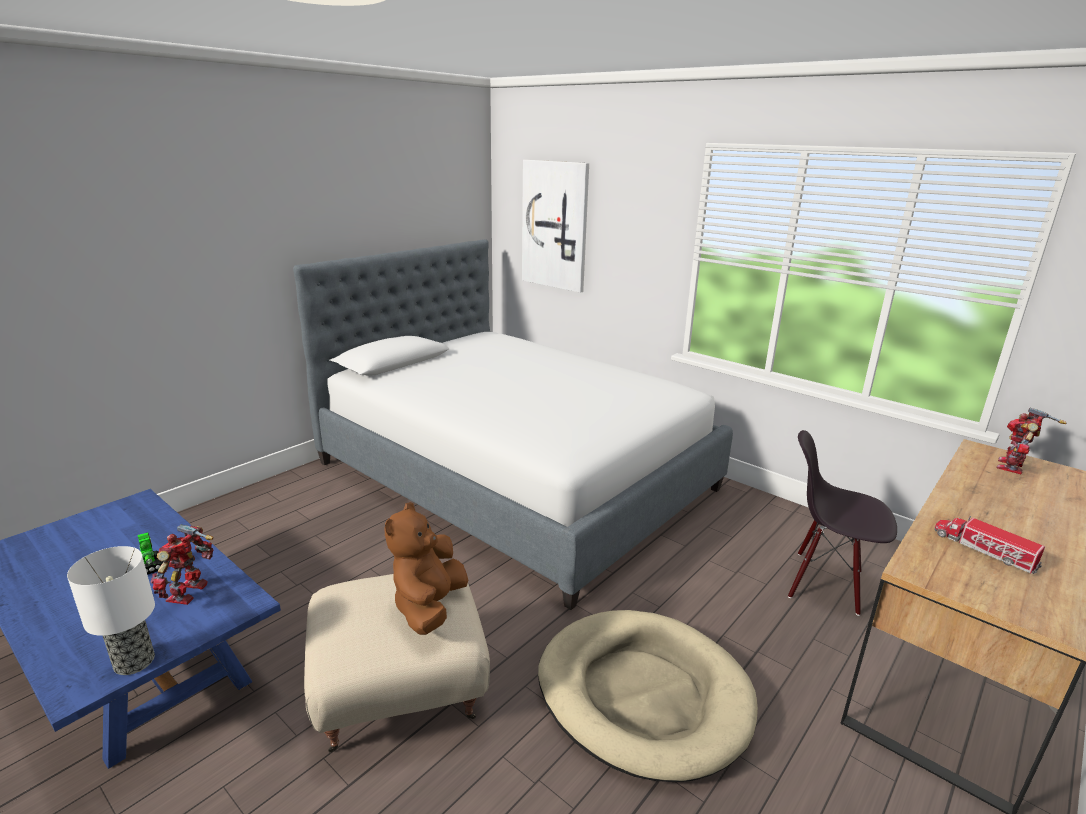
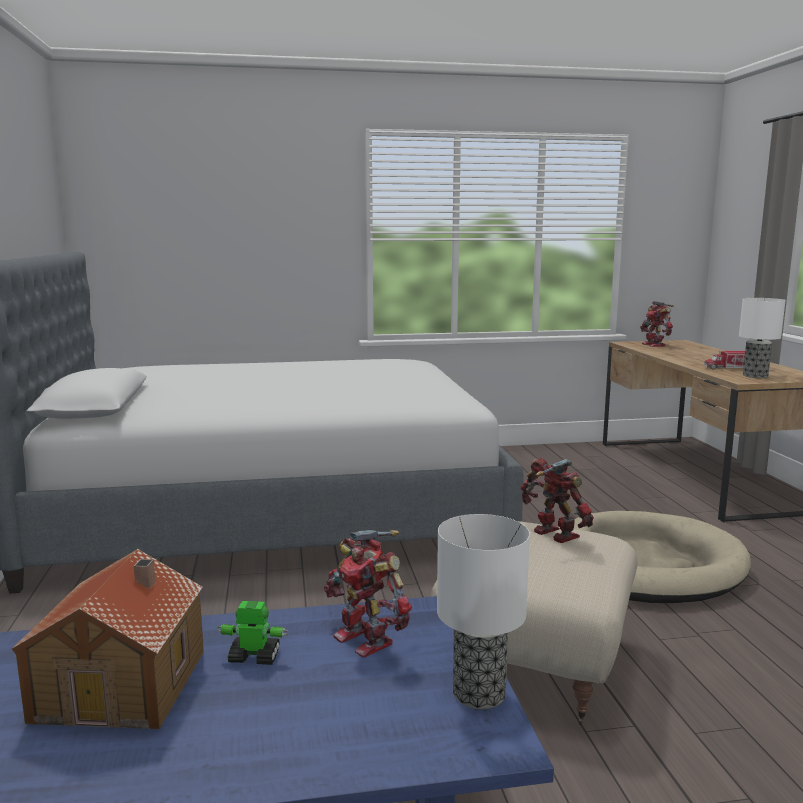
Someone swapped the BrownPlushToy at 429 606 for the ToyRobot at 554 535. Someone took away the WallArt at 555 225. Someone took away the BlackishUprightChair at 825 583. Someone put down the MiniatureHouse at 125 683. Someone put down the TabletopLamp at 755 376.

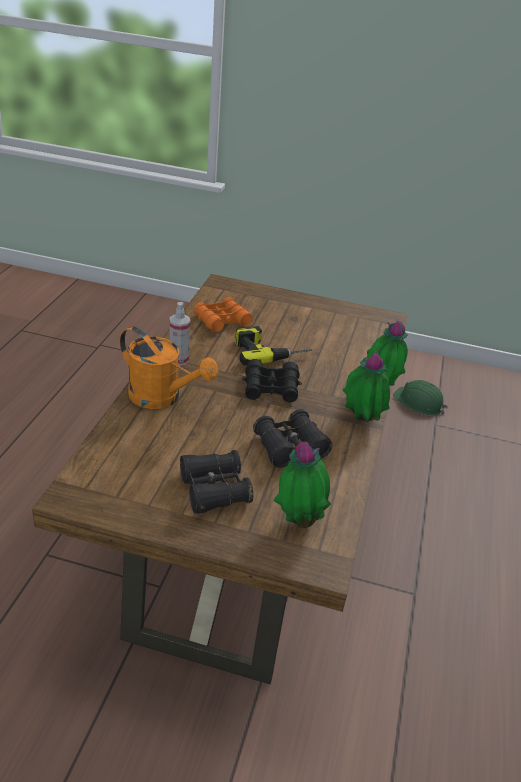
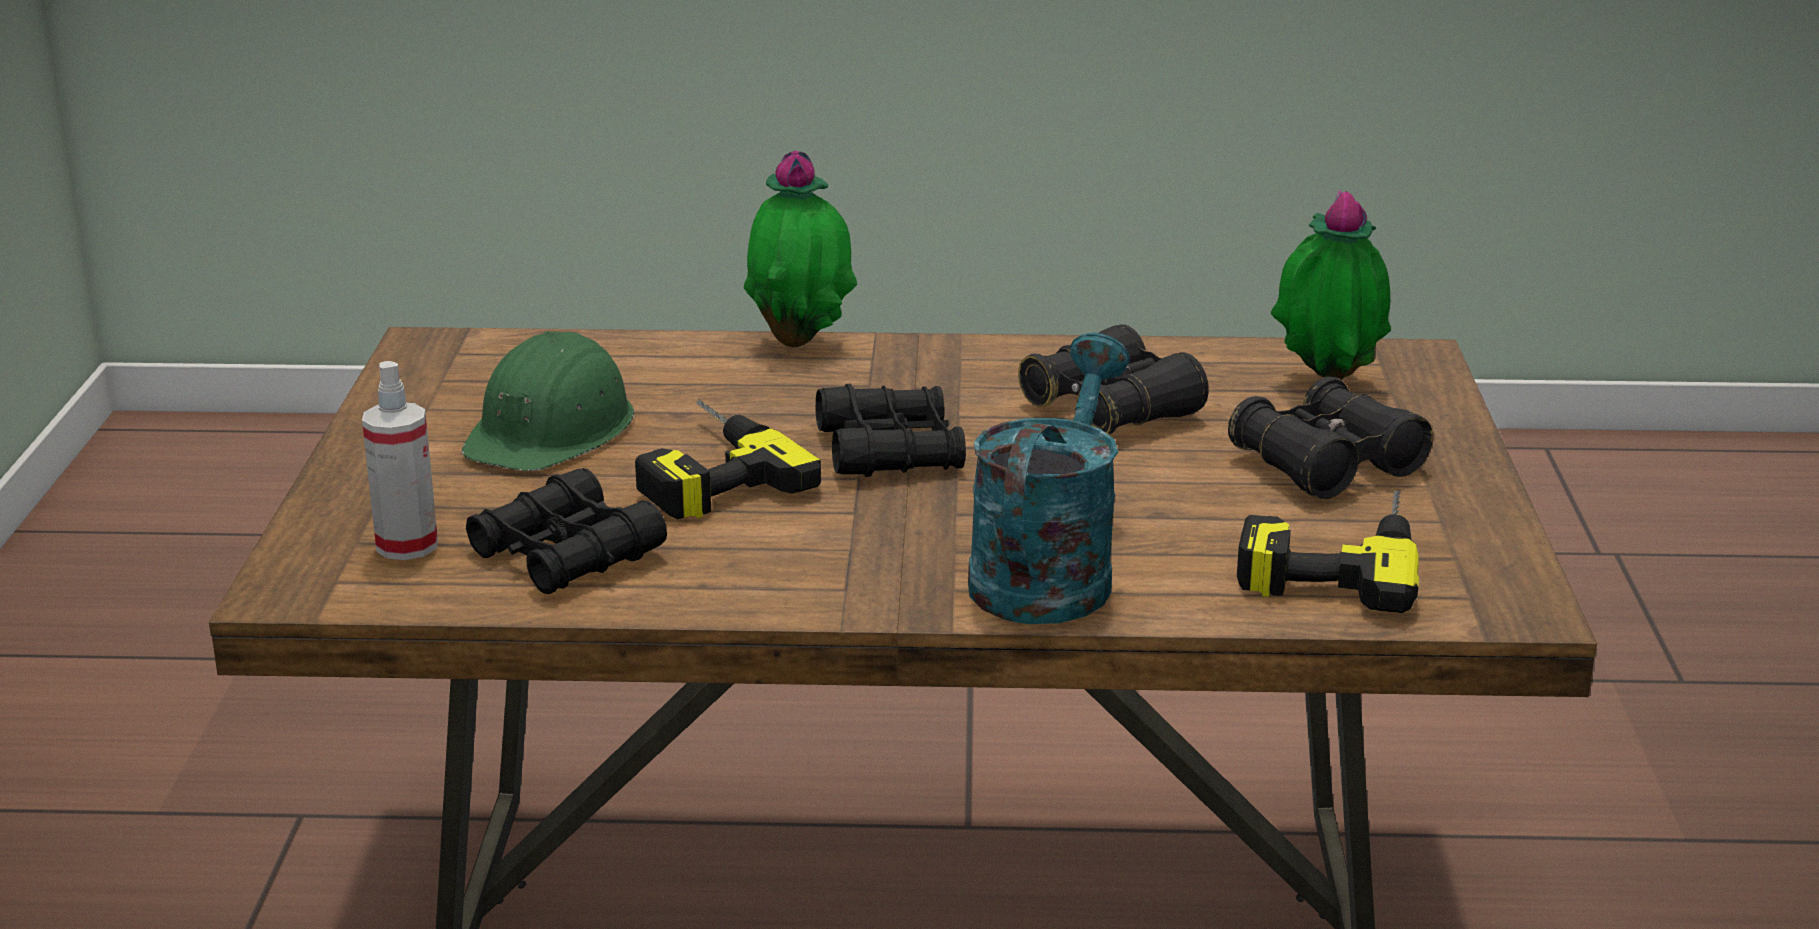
Someone repainted the OrangeyWateringCan at 162 398, which became the BlueGreenWateringCan at 1047 572. Someone carried the Sprayer from 178 360 to 407 545. Someone repainted the OrangeyPairOfBinoculars at 222 321, which became the BlackishPairOfBinoculars at 566 554. Someone took away the PlantInAPot at 360 421. Someone carried the GreenColouredWorkHelmet from 419 402 to 552 430. Someone put down the Drill at 1330 557.

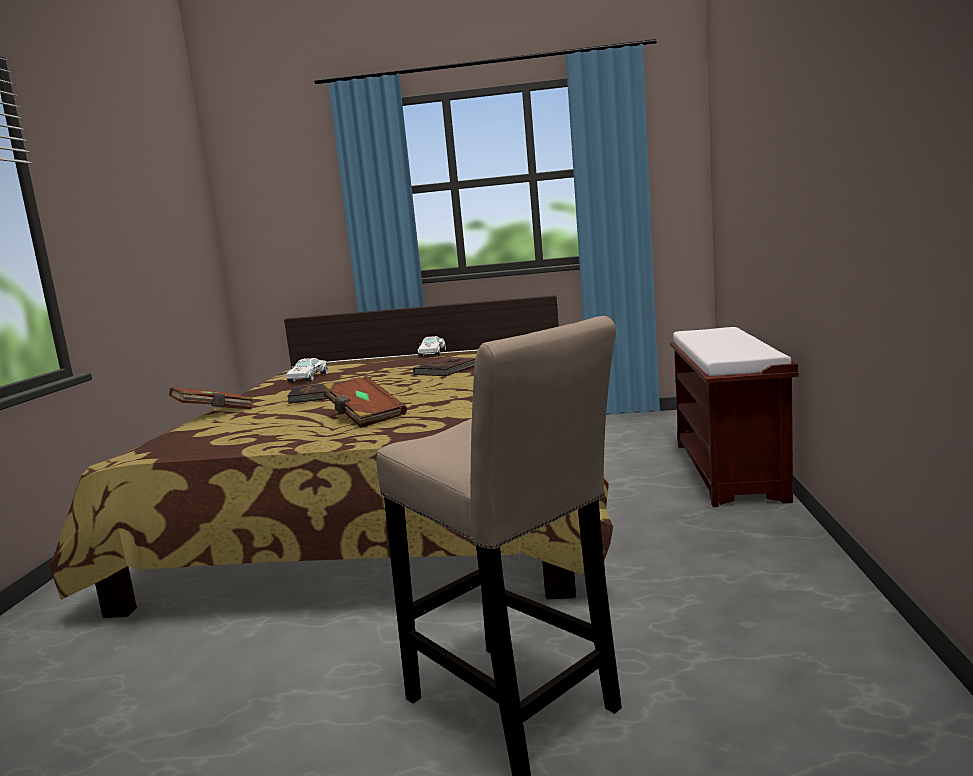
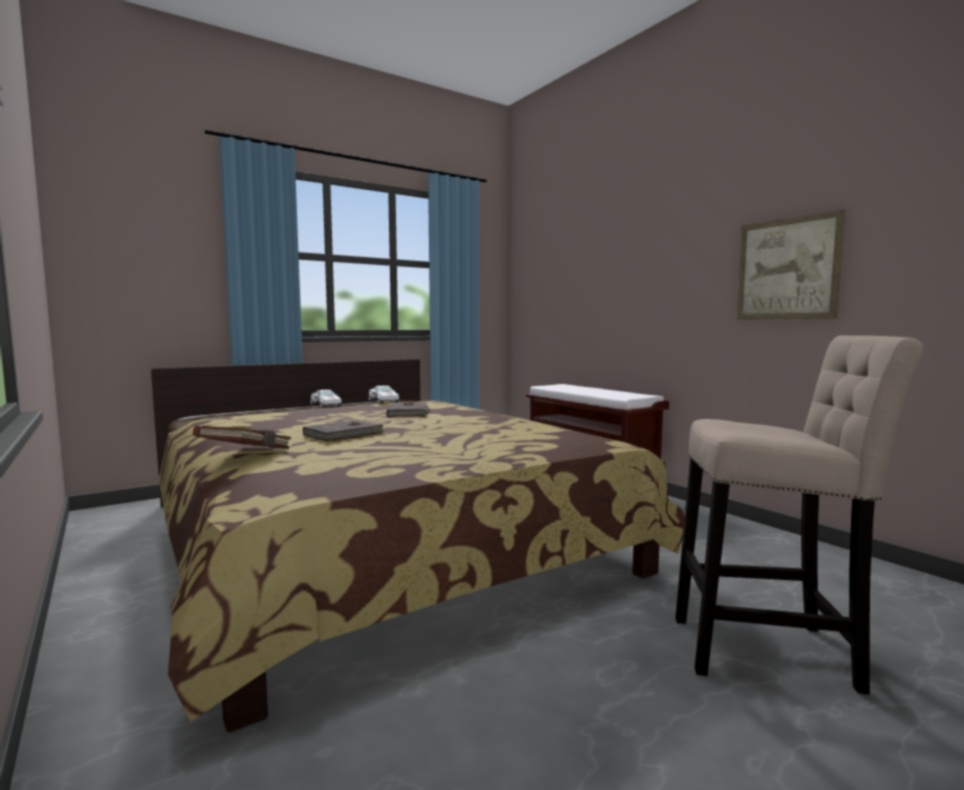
Someone carried the WhitishMiniatureCar from 308 377 to 383 401. Someone took away the BrownBook at 364 417. Someone put up the WallArt at 787 269.

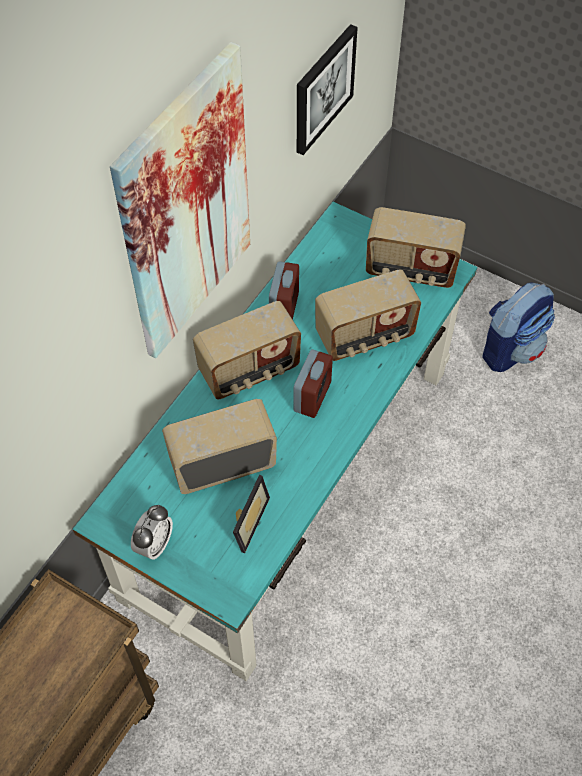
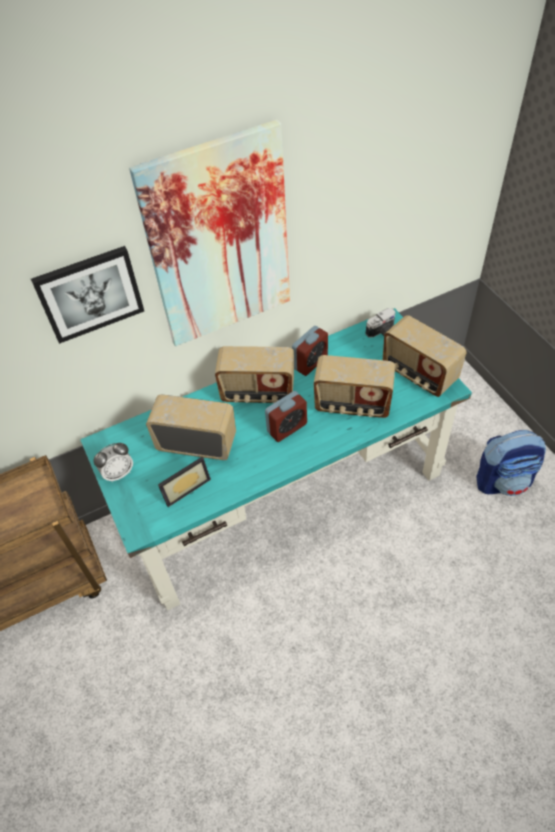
Someone carried the WallArt from 323 89 to 89 293. Someone put down the StillCamera at 382 332.

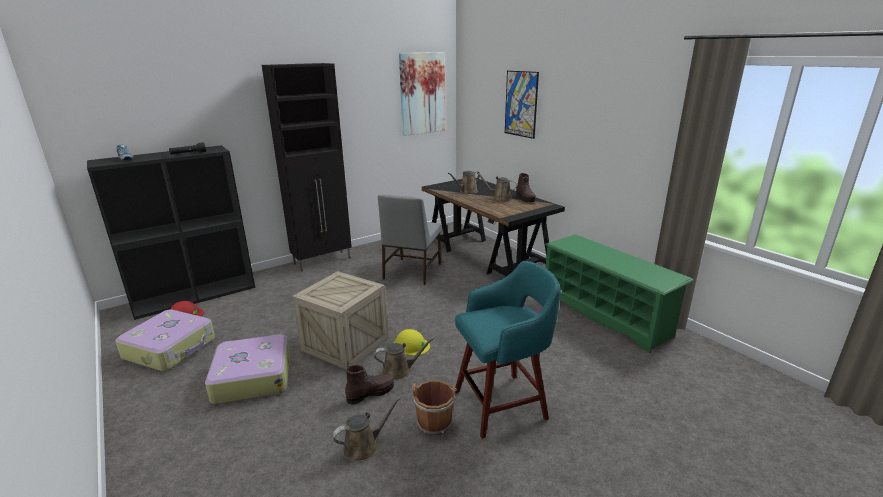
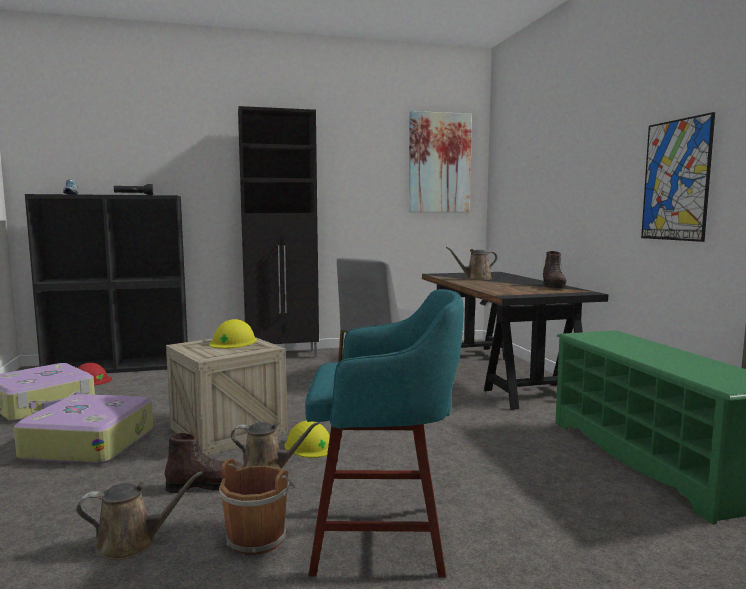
Someone took away the BrownWateringCan at 500 199. Someone carried the WallArt from 521 104 to 676 180. Someone put down the YellowishWorkHelmet at 233 342.

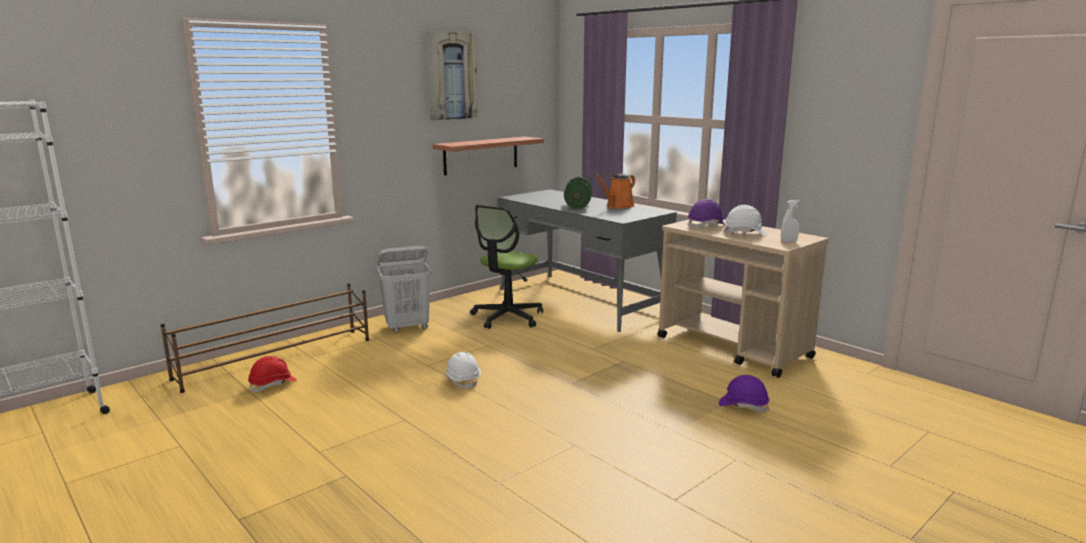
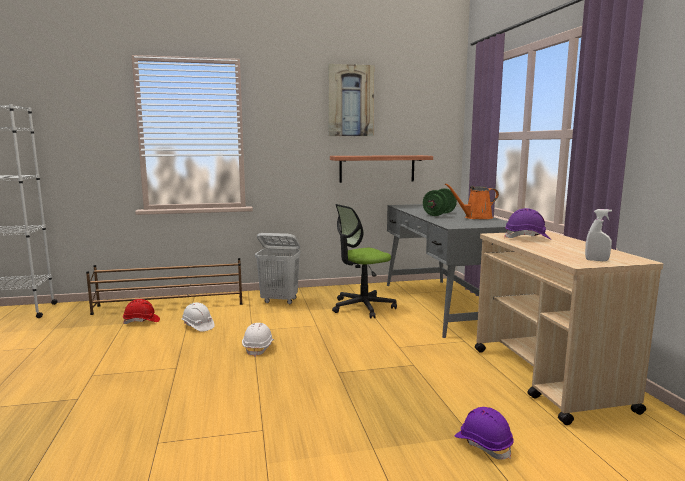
Someone carried the WhitishWorkHelmet from 745 233 to 198 326.

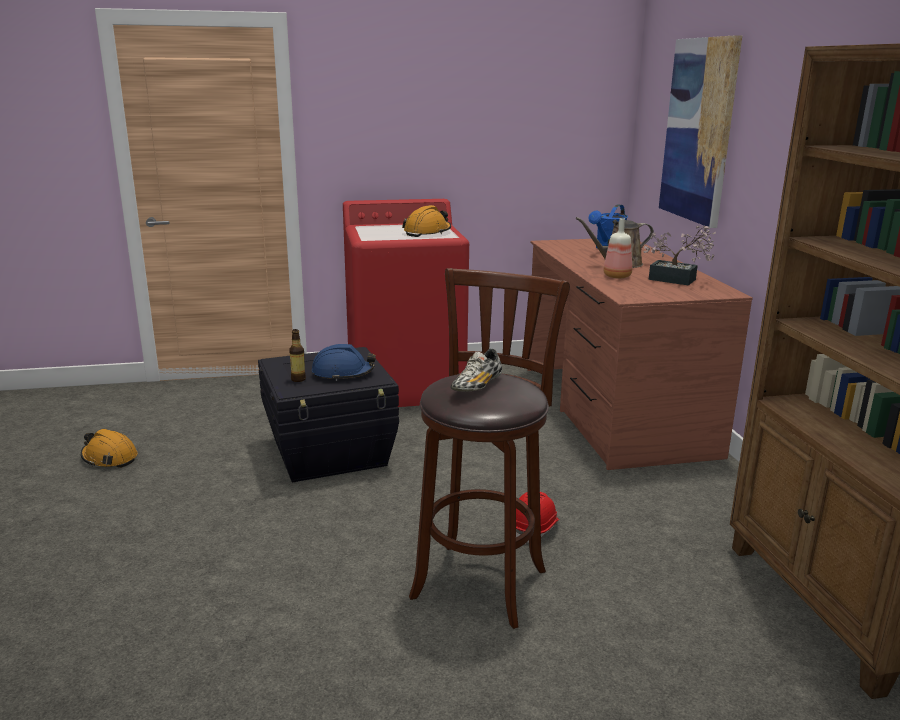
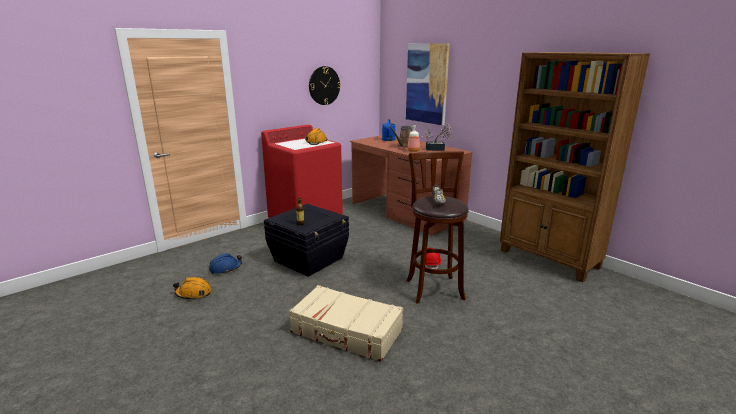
Someone carried the BluishWorkHelmet from 343 373 to 225 268. Someone put down the SandColouredTravelCase at 346 332. Someone put up the WallClock at 324 85.

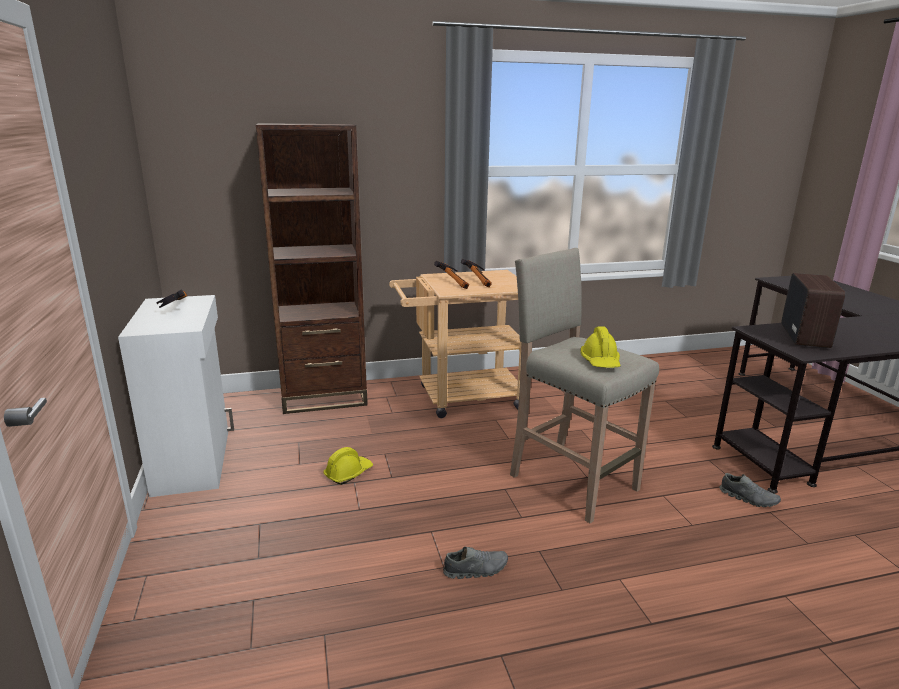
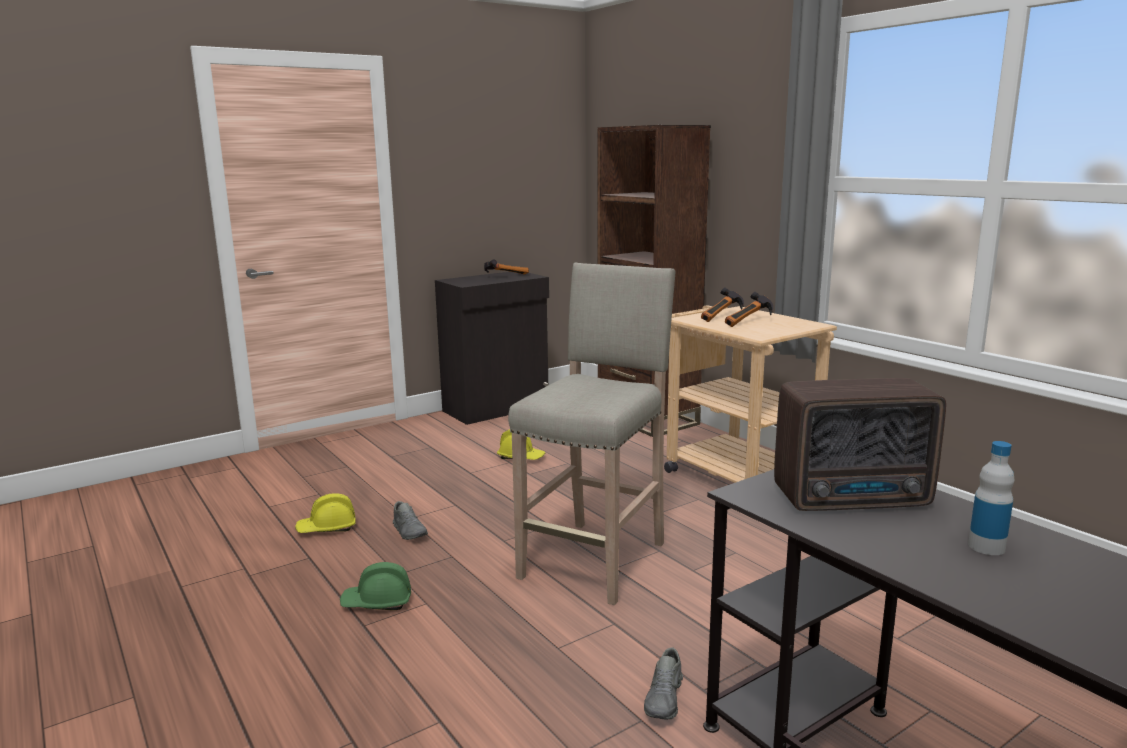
Someone repainted the WhitishCabinet at 194 460, which became the BlackishCabinet at 497 408. Someone carried the YellowishWorkHelmet from 600 362 to 327 528. Someone put down the GreenColouredWorkHelmet at 377 602. Someone put down the DrinkBottle at 986 547.

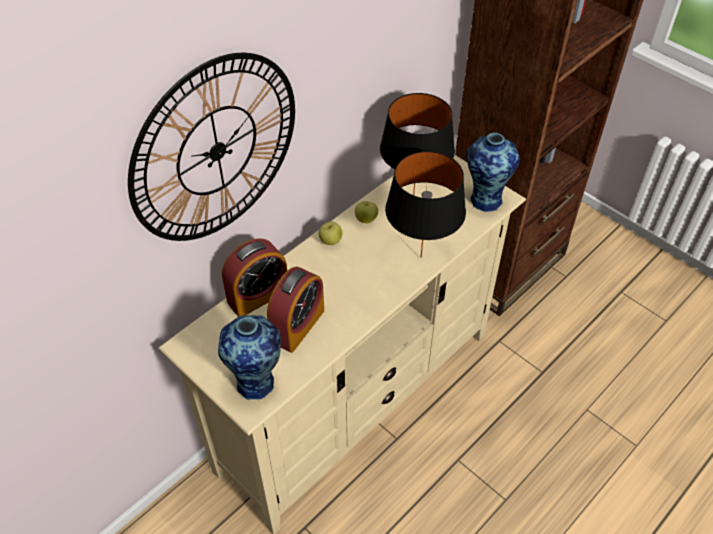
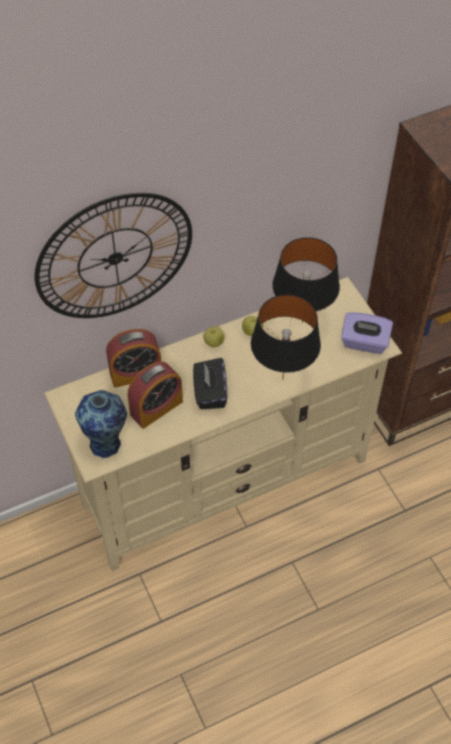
Someone swapped the DecorativeVase at 485 199 for the PurpleColouredBoxOfTissues at 364 342. Someone put down the BlackishBoxOfTissues at 210 393.

